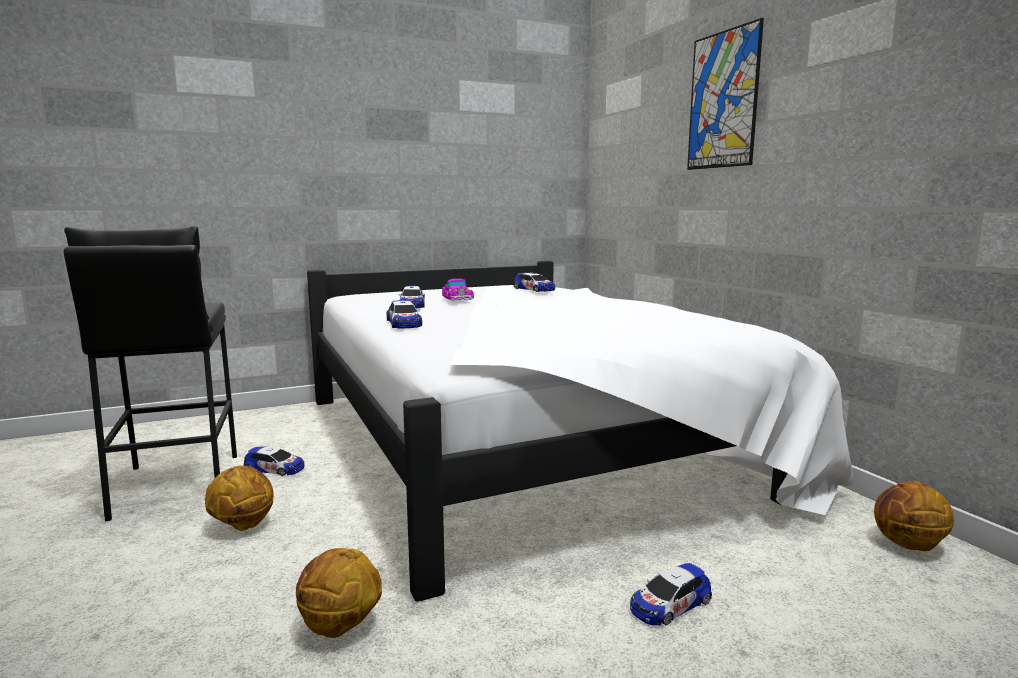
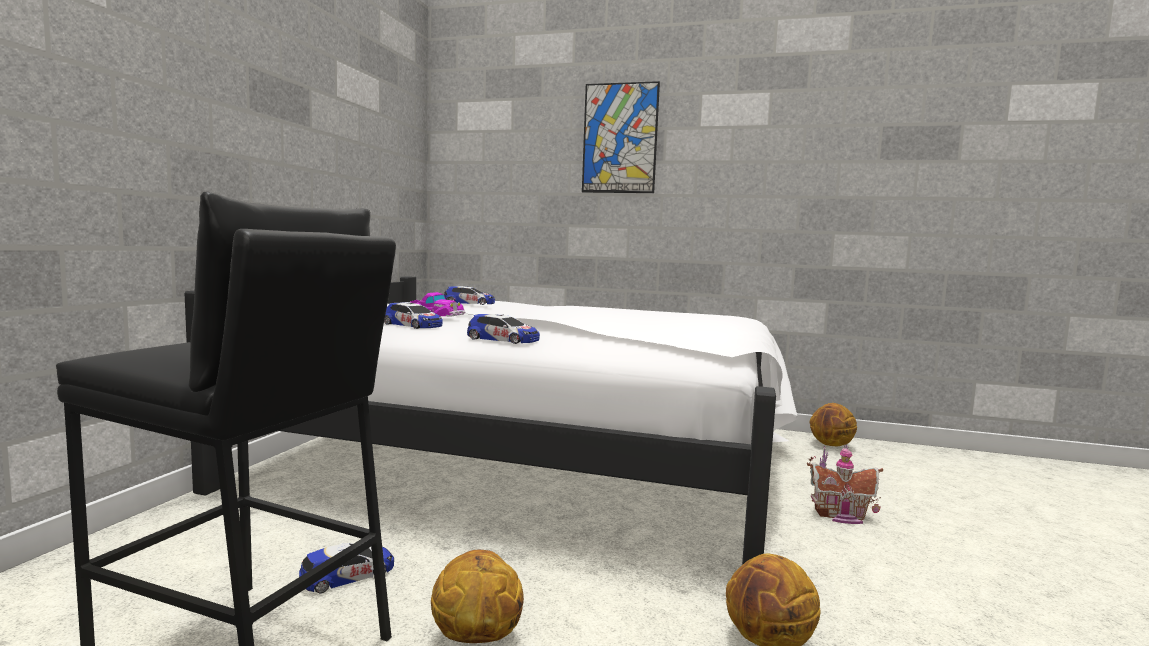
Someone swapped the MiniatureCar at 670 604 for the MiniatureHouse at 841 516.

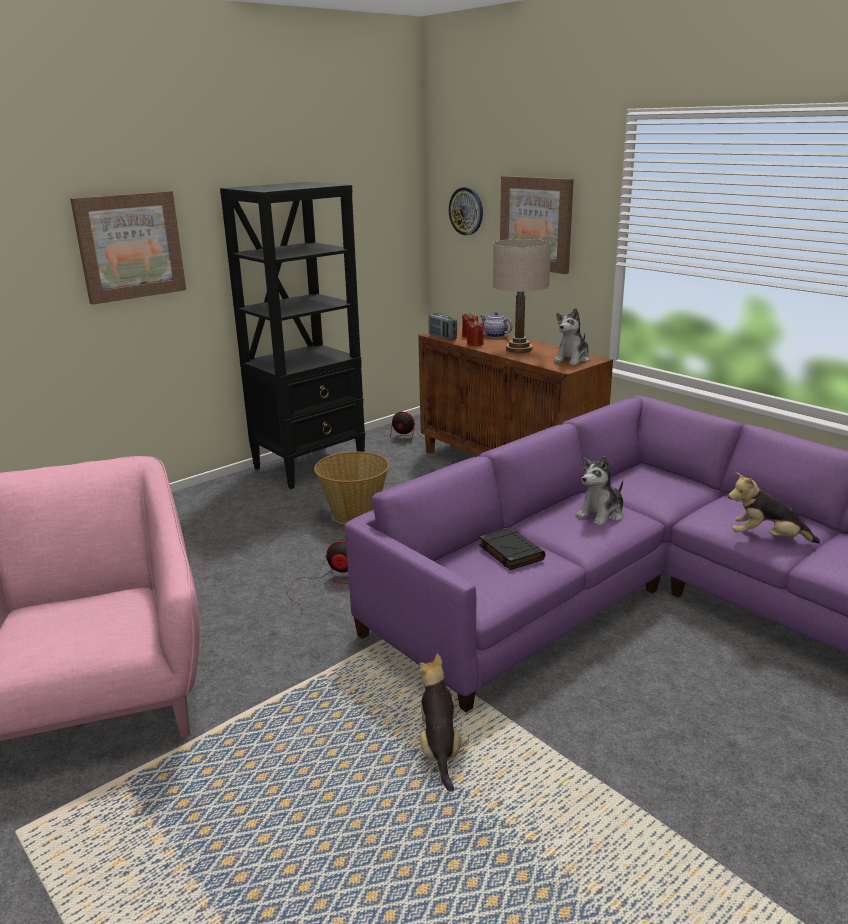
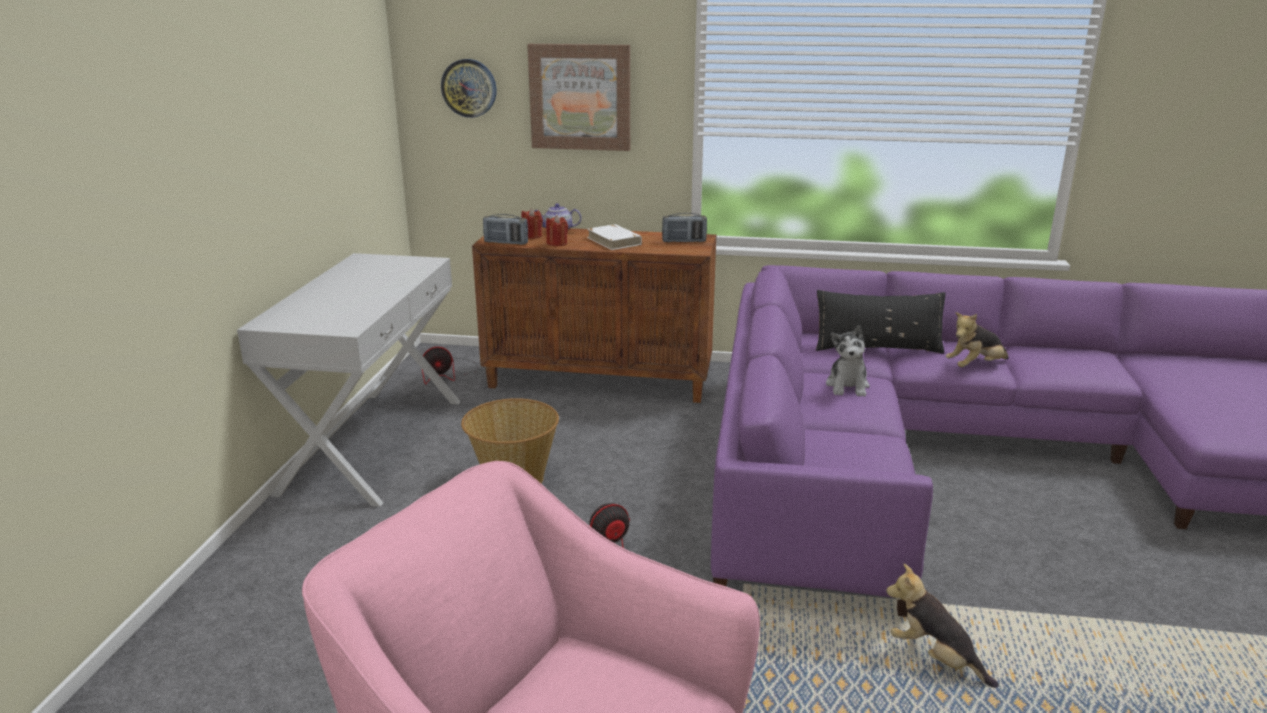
Someone took away the WallArt at 130 246. Someone swapped the BlackishShelvingUnit at 310 466 for the WhitishHallTable at 373 444. Someone took away the BlackishBook at 510 552. Someone swapped the SandColouredTabletopLamp at 519 349 for the WhitishBook at 614 241. Someone swapped the PlushToy at 572 359 for the RadioSet at 684 241. Someone put down the BlackishThrowPillow at 877 348.

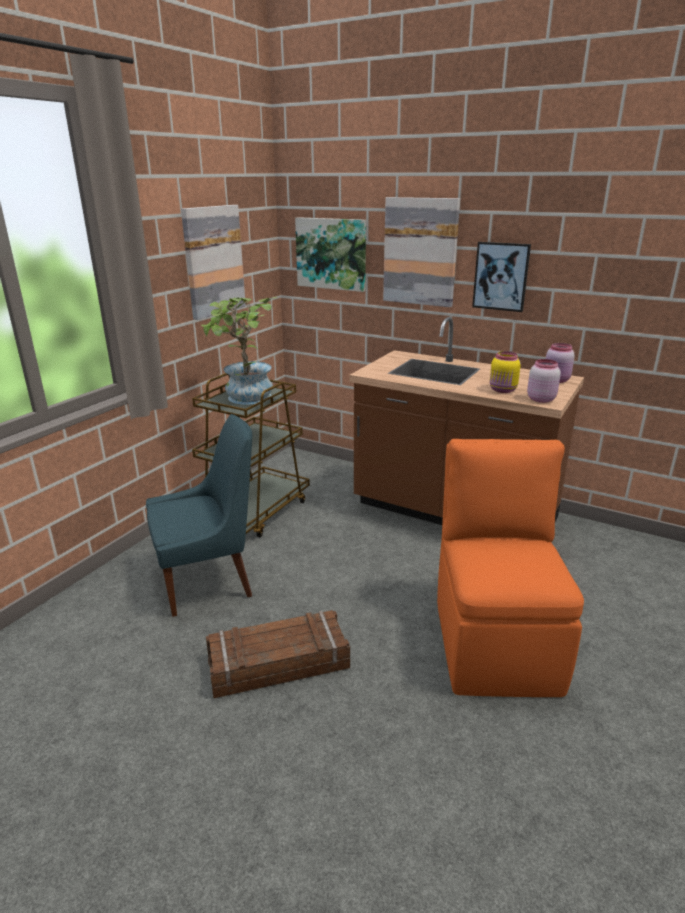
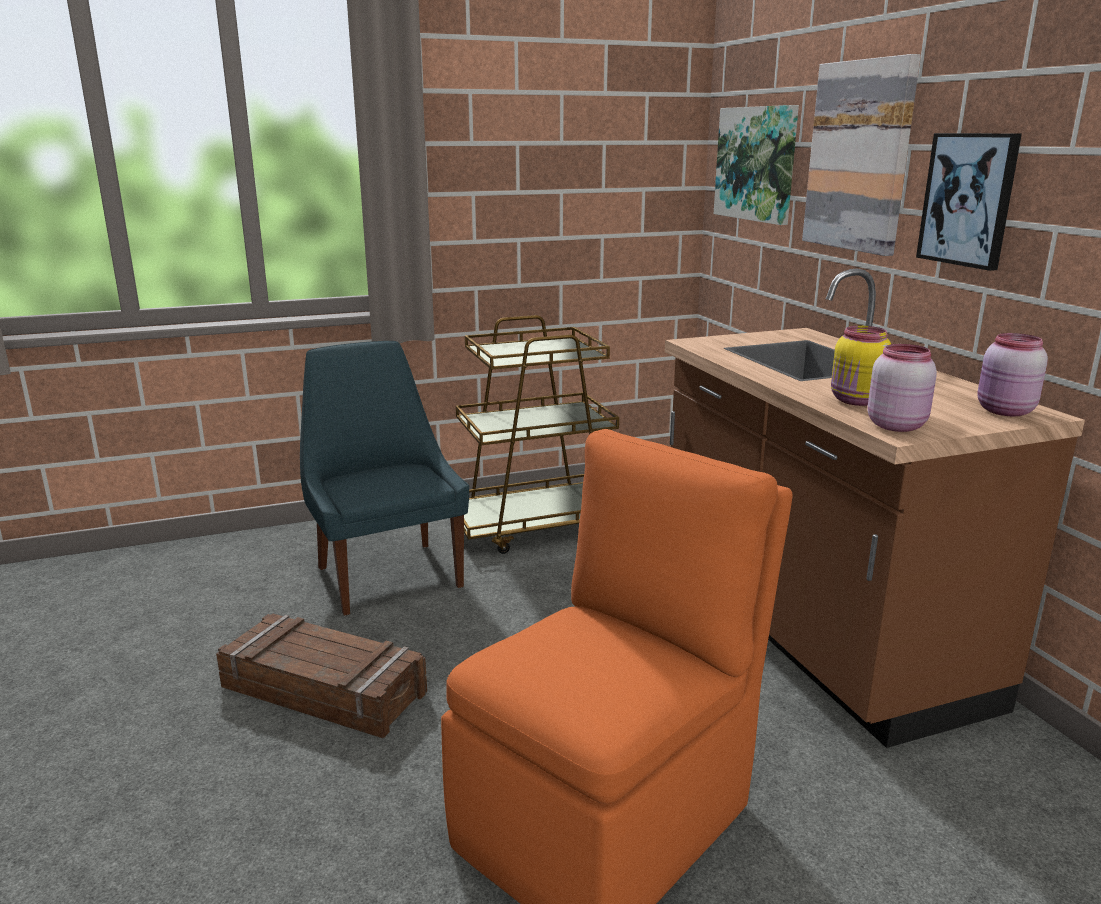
Someone rotated the BluishUprightChair at 209 580 by 135 degrees counterclockwise. Someone took away the WallArt at 213 261. Someone took away the PlantInAPot at 245 399.

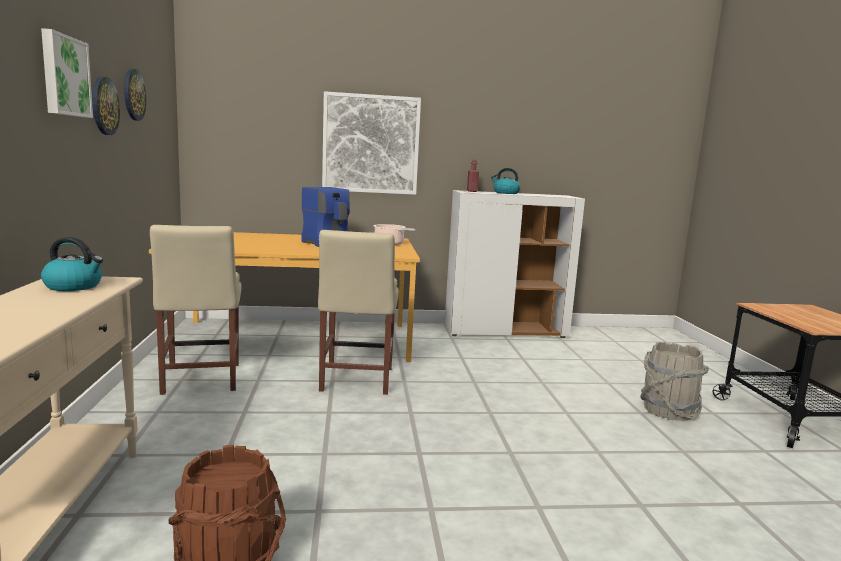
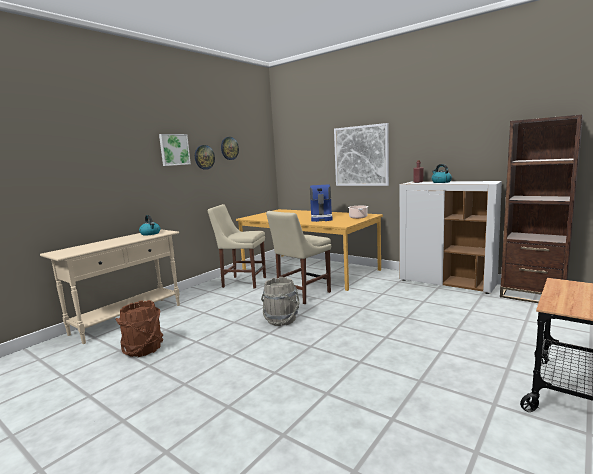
Someone rotated the SandColouredUprightChair at 200 380 by 75 degrees clockwise. Someone carried the GreyishBucket from 668 411 to 281 320. Someone put down the BrownShelvingUnit at 532 296.

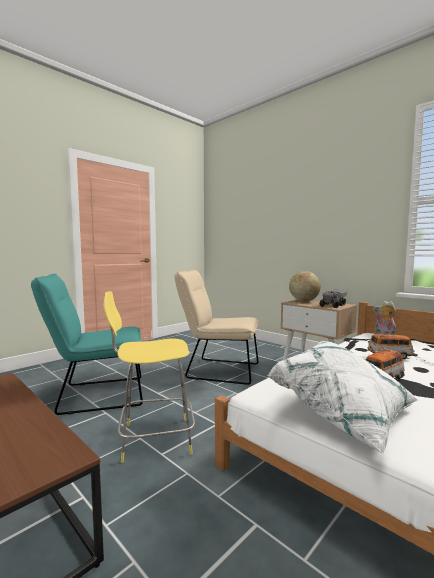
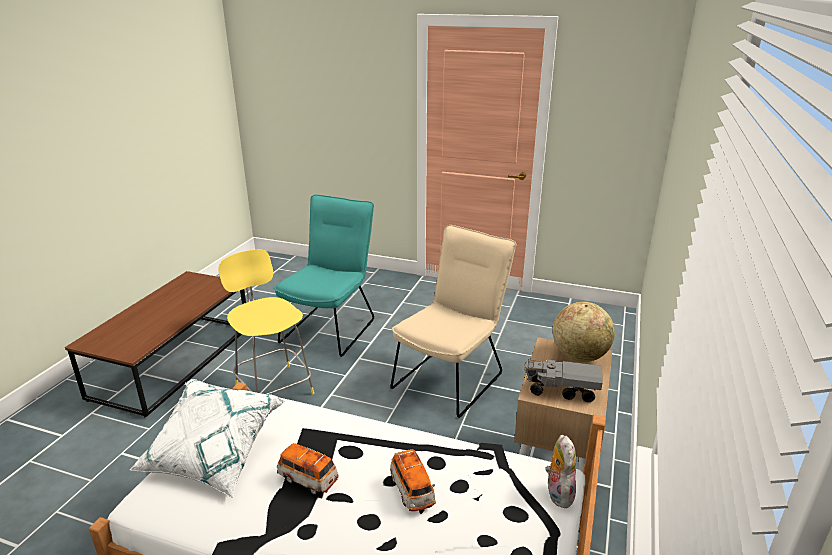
Someone rotated the BlueGreenUprightChair at 95 395 by 60 degrees clockwise. Someone rotated the SandColouredUprightChair at 218 370 by 45 degrees clockwise.

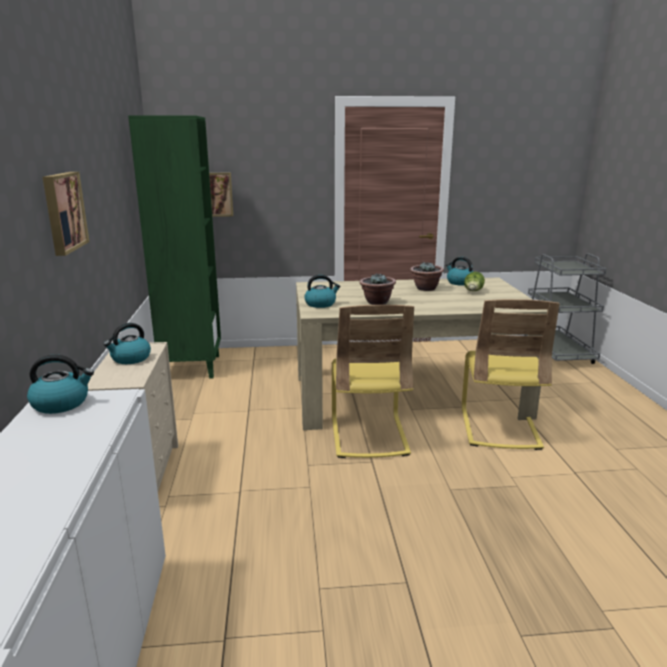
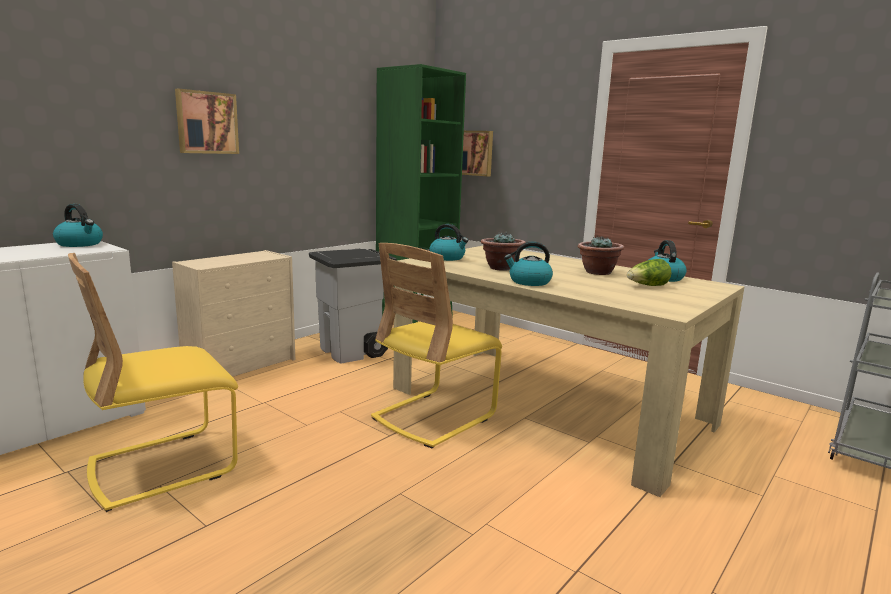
Someone carried the TeaKettle from 130 359 to 529 282. Someone carried the YellowishUprightChair from 499 427 to 163 466. Someone put down the GreyishWasteBin at 353 352.

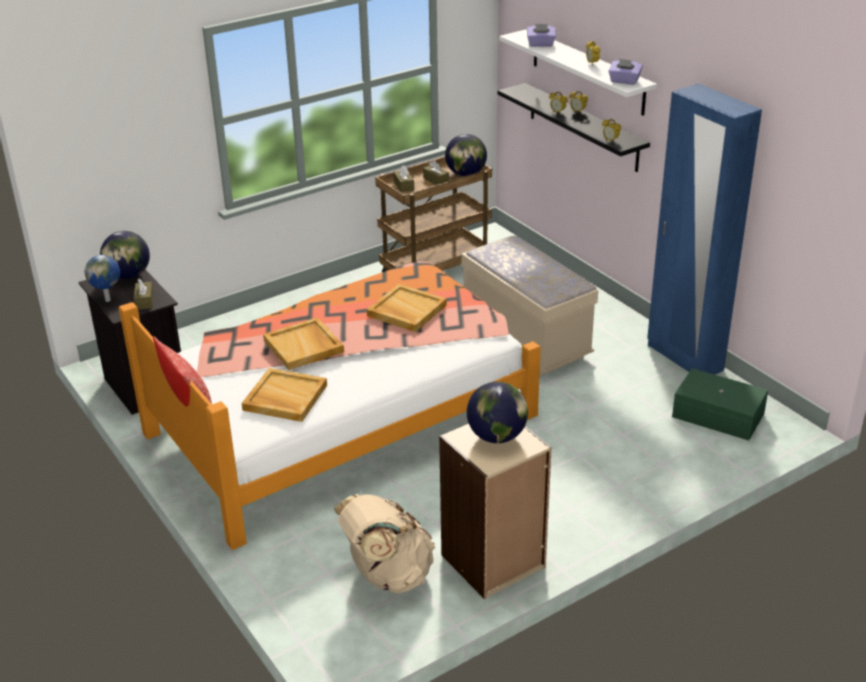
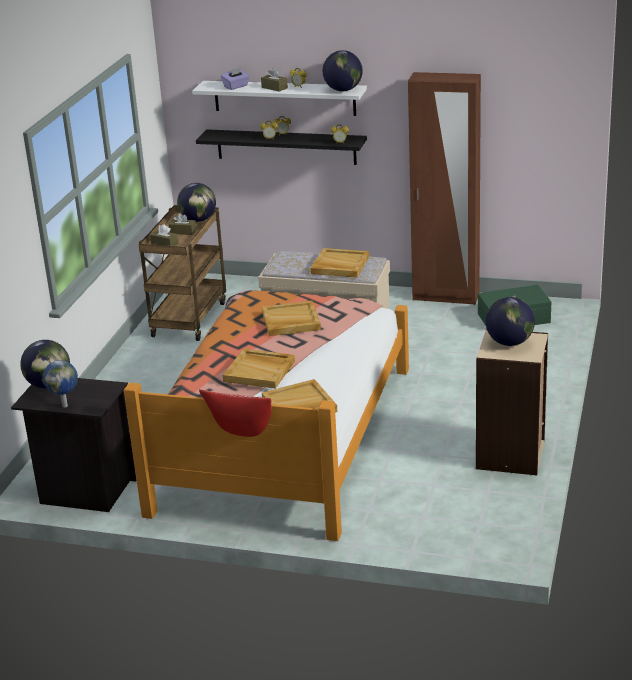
Someone carried the BrownBoxOfTissues from 144 301 to 274 88. Someone took away the SandColouredKnapsack at 387 575. Someone swapped the PurpleColouredBoxOfTissues at 624 81 for the Globe at 343 90. Someone repainted the BluishArmoire at 684 358, which became the BrownArmoire at 445 297. Someone put down the SandColouredCarryingTray at 339 265.

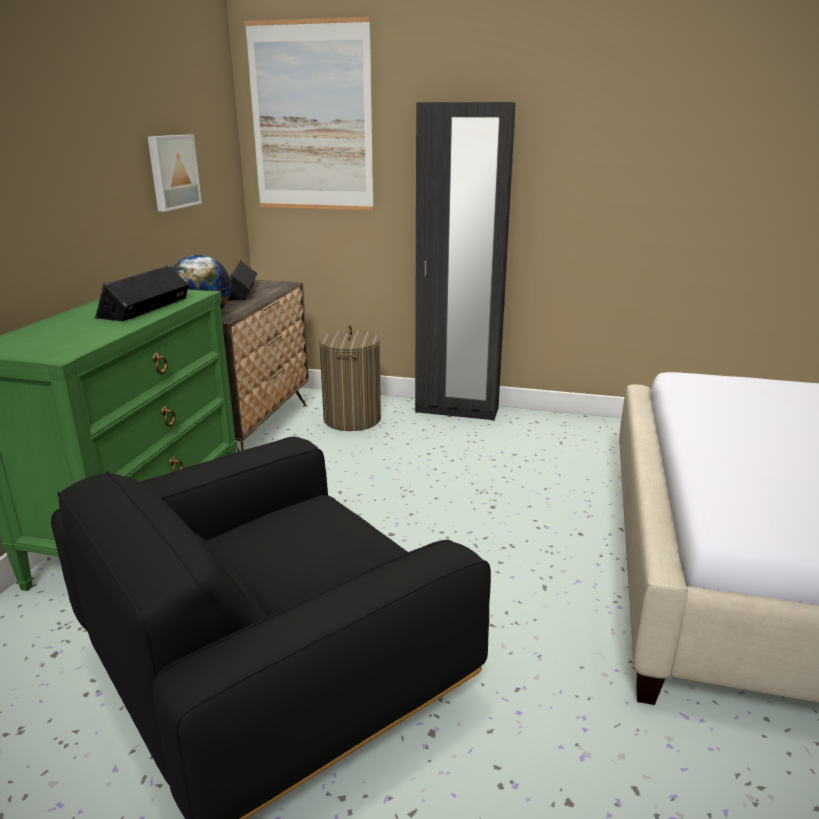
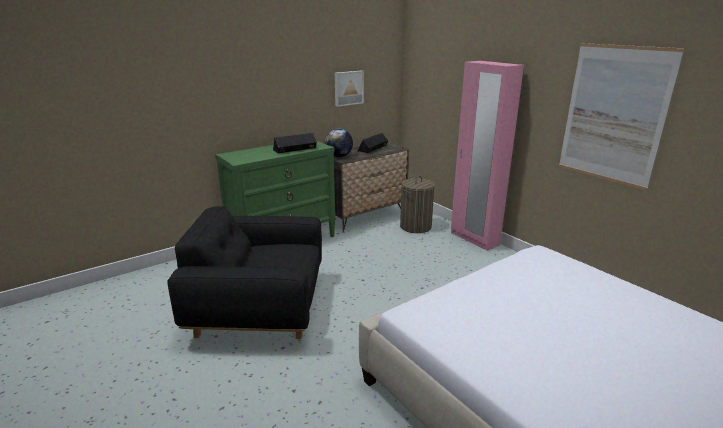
Someone carried the WallArt from 311 118 to 613 115. Someone repainted the BlackishArmoire at 457 410, which became the PinkColouredArmoire at 474 239.

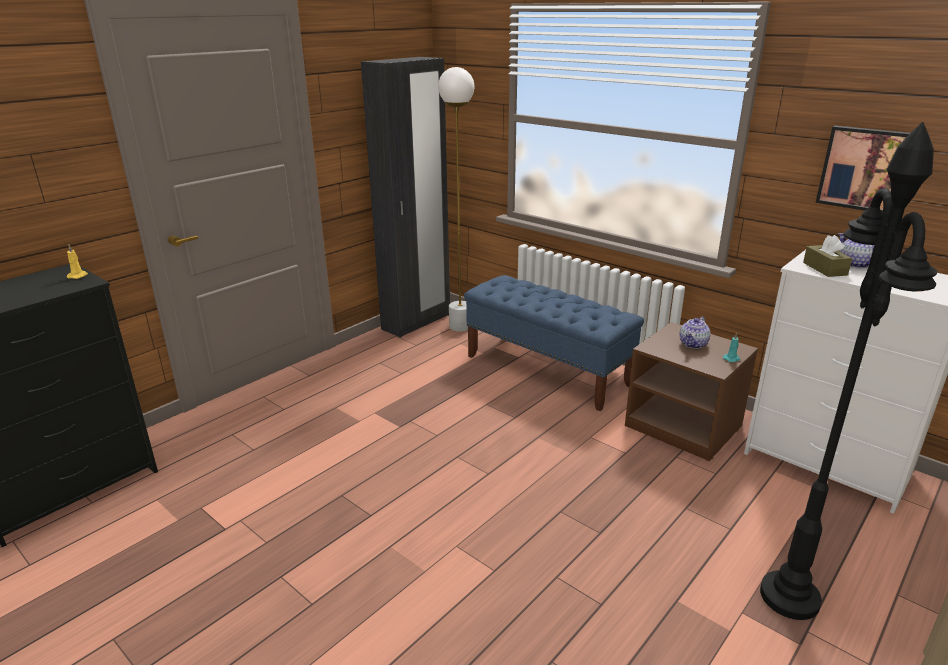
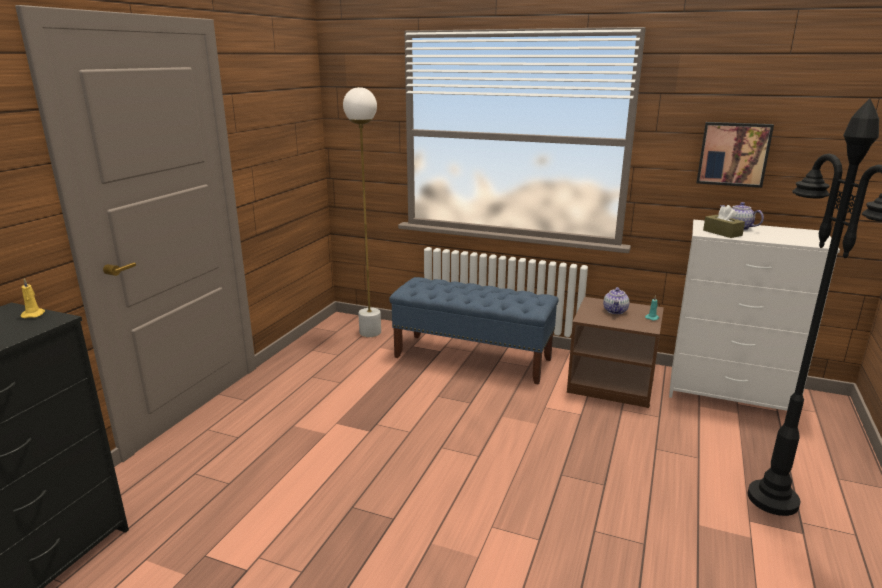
Someone took away the BlackishArmoire at 416 322.

